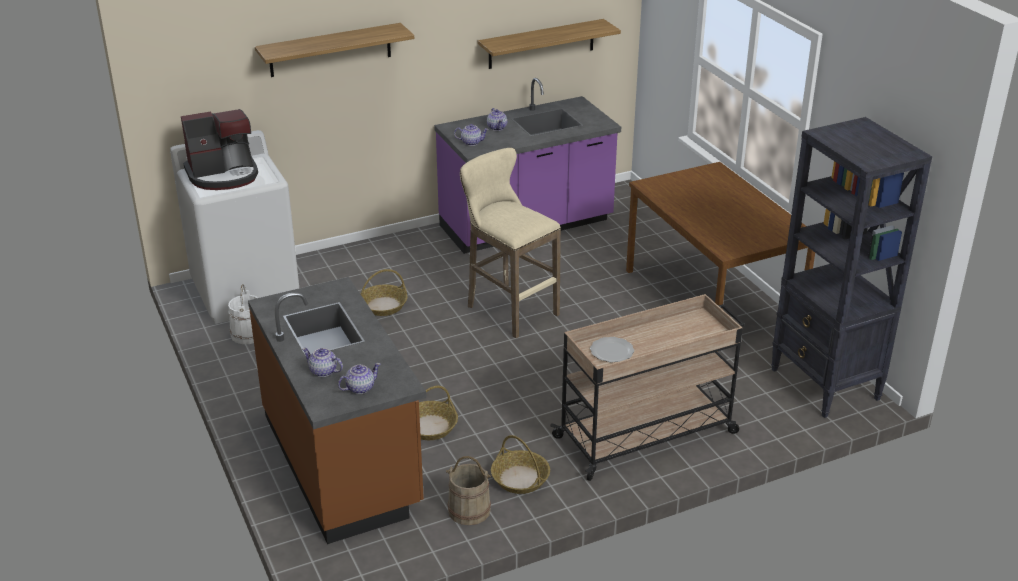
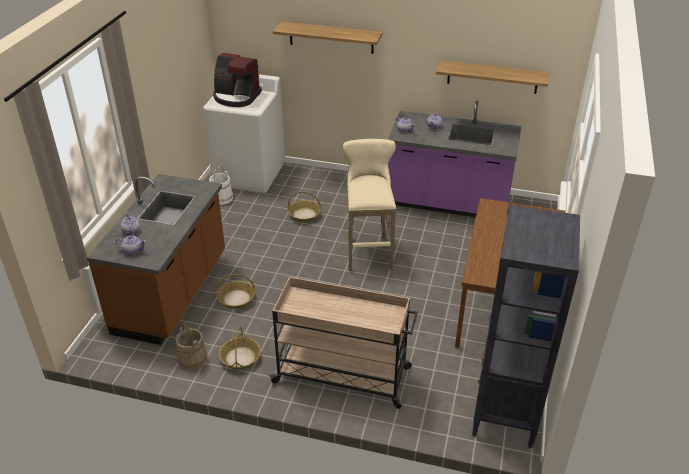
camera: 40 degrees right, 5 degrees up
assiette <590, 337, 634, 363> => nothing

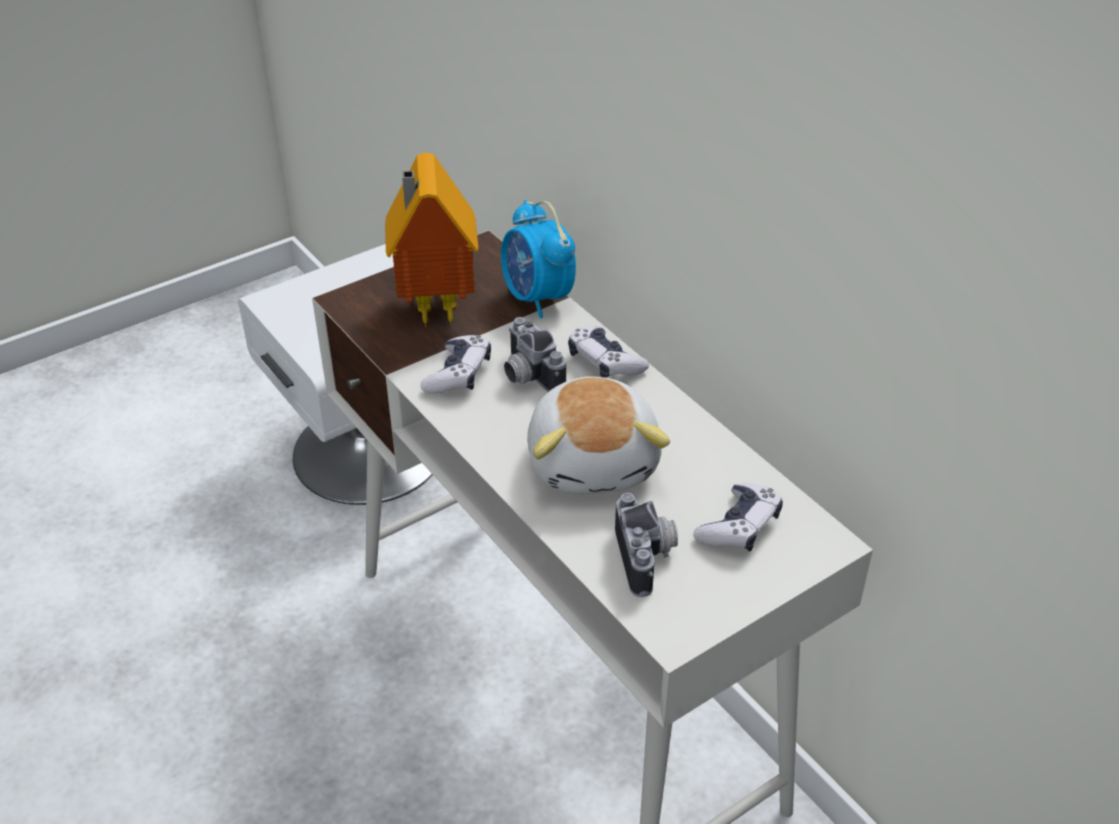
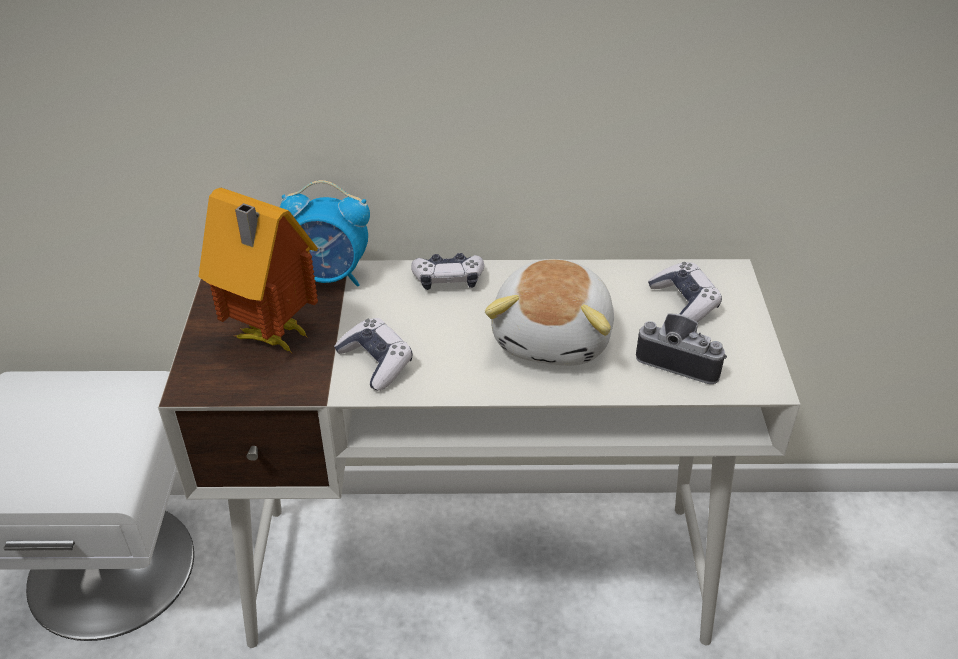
camera: 55 degrees left, 0 degrees up
appareil photo <504, 317, 566, 392> => nothing
peluche <527, 376, 670, 494> => peluche <485, 259, 614, 366>, 75 degrees clockwise

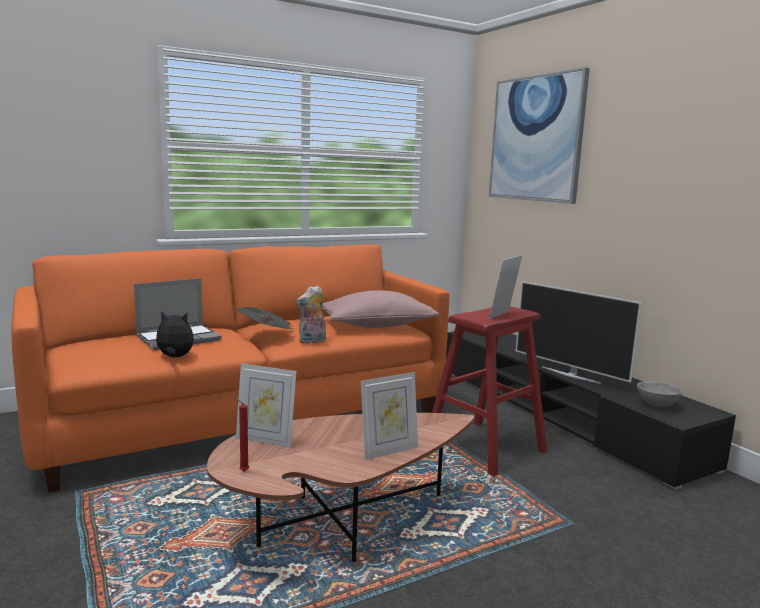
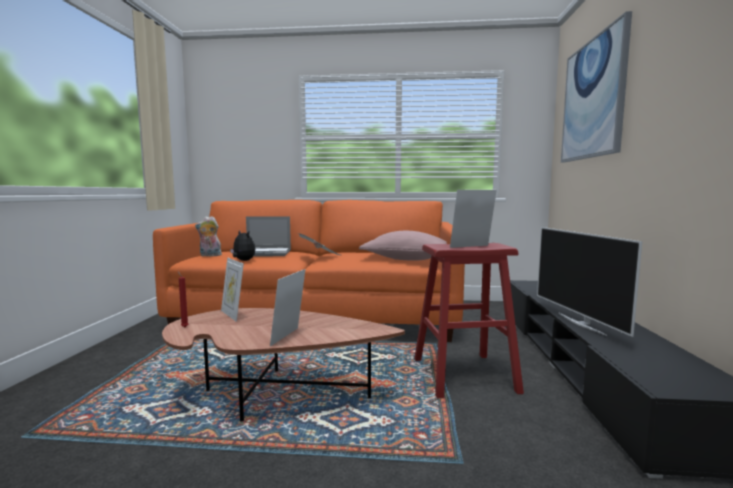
camera: 35 degrees right, 5 degrees down
peluche <296, 285, 326, 344> => peluche <195, 216, 222, 257>, moved
cadre photo <361, 372, 418, 460> => cadre photo <270, 269, 306, 346>, 105 degrees clockwise
bol/gris <637, 381, 682, 407> => nothing

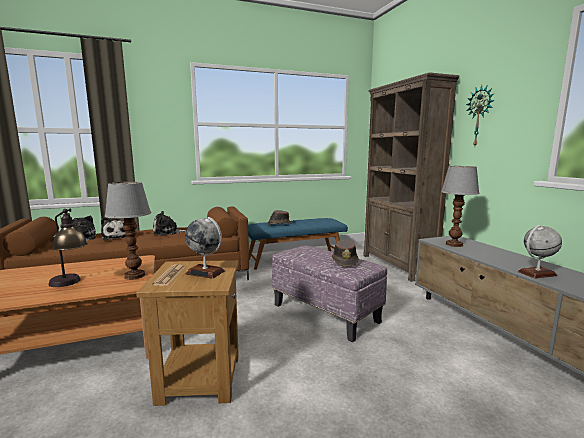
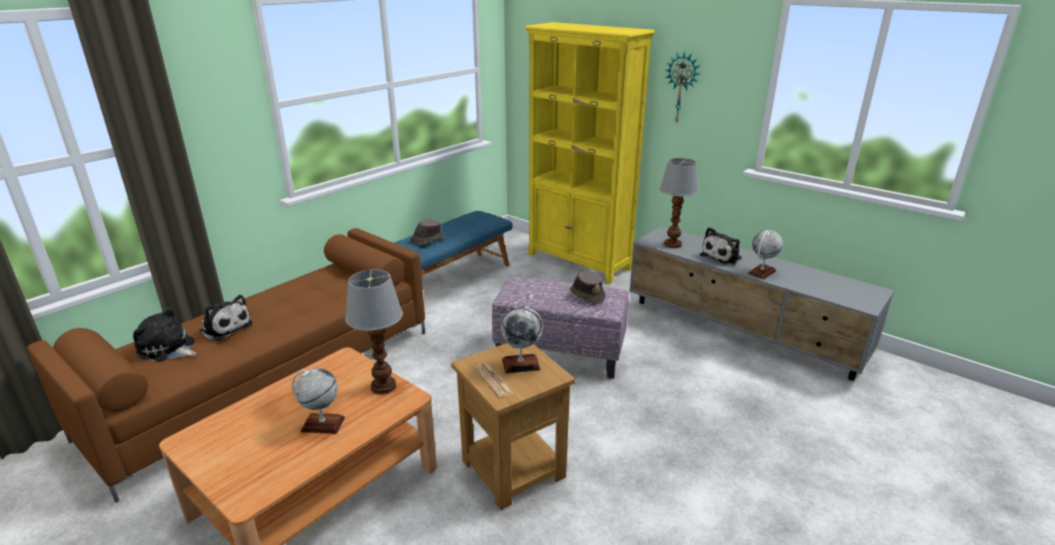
camera: 30 degrees left, 15 degrees up
lampe de table <49, 209, 88, 287> => globe <292, 368, 345, 434>
peluche <153, 211, 186, 235> => peluche <700, 227, 742, 265>, moved
bibliothèque/marron <363, 72, 460, 282> => bibliothèque/jaune <525, 22, 655, 283>

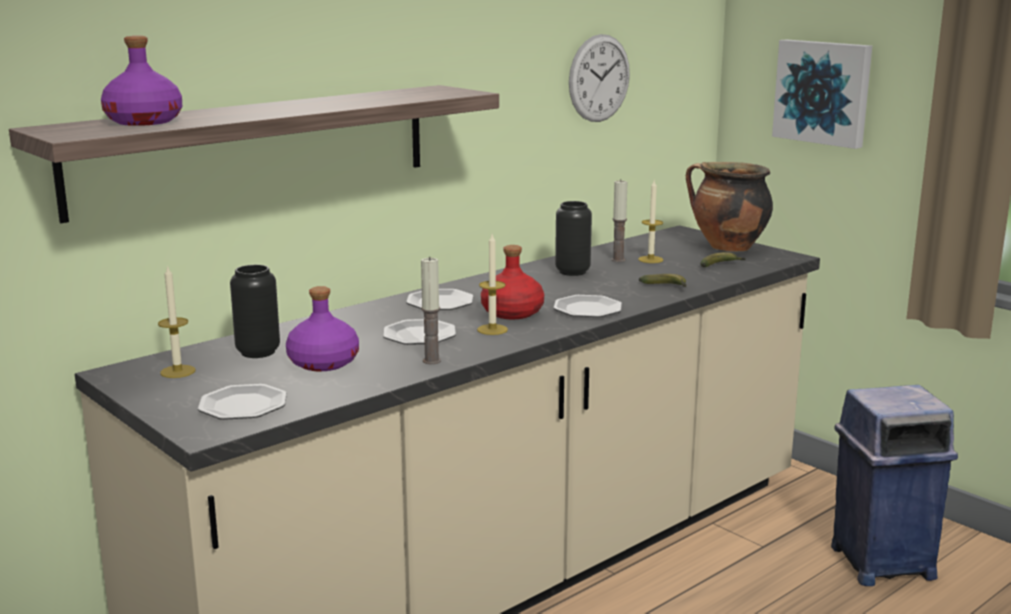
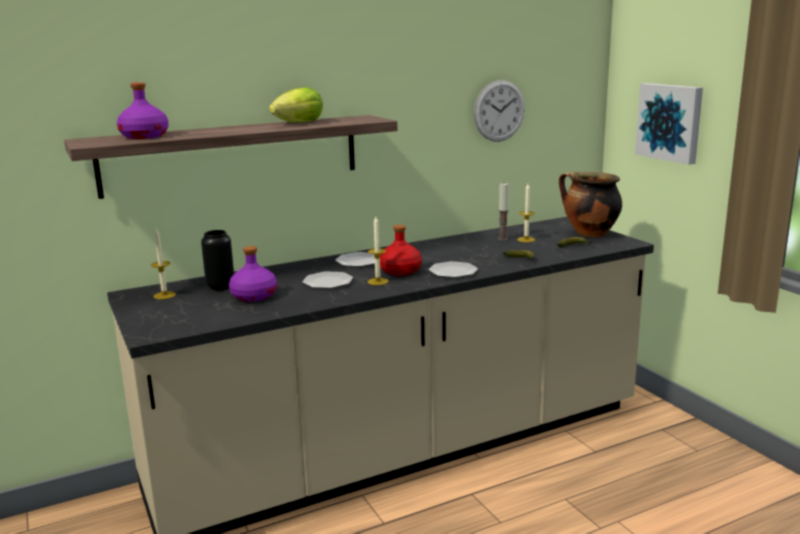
camera: 15 degrees right, 0 degrees up
assiette <198, 384, 287, 420> => nothing
bougie <421, 257, 441, 364> => nothing
vase/noir <555, 201, 592, 276> => nothing
poubelle/bleu <831, 385, 958, 586> => nothing
nothing => laitue <269, 87, 323, 122>

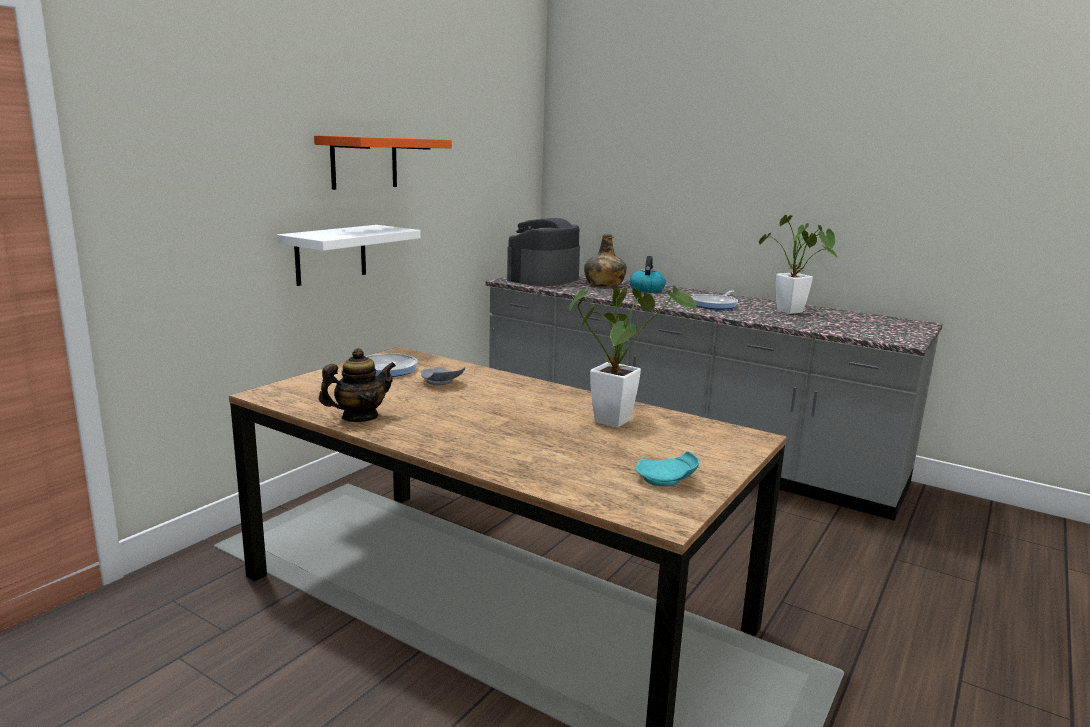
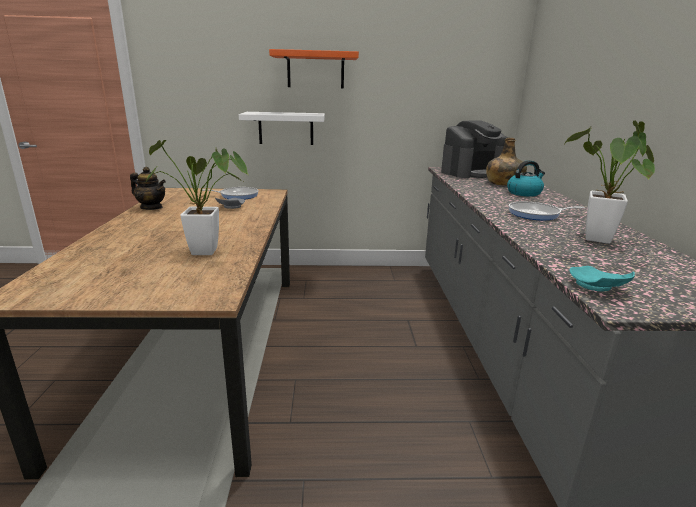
camera: 55 degrees right, 5 degrees up
machine à café <507, 218, 580, 286> => machine à café <441, 120, 509, 178>, 150 degrees clockwise
assiette/turquoise <635, 451, 699, 487> => assiette/turquoise <569, 266, 635, 291>, moved

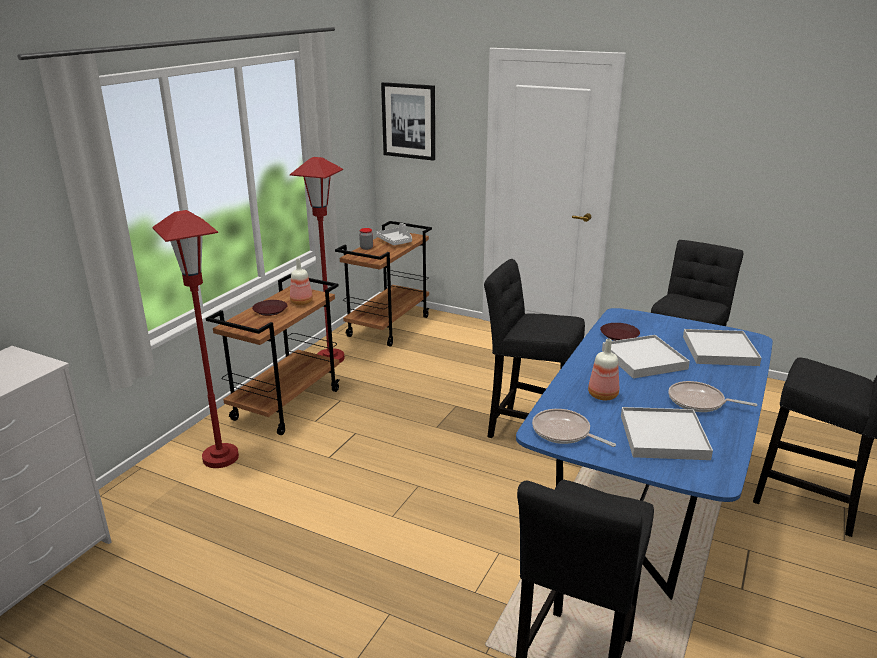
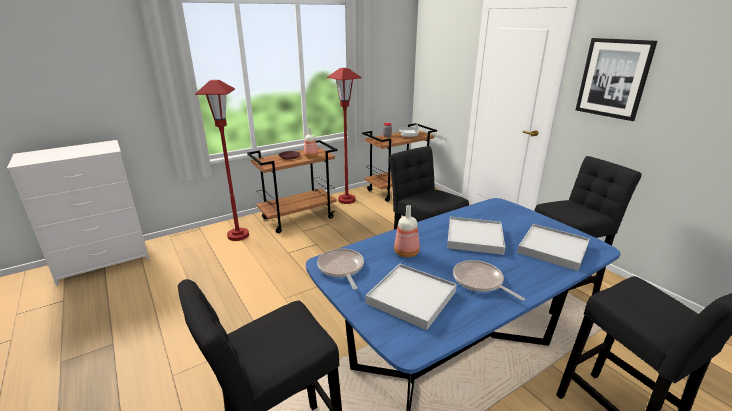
camera: 30 degrees right, 0 degrees up
tableau <381, 82, 435, 161> => tableau <576, 38, 657, 121>, moved
assiette/marron <600, 323, 640, 341> => nothing

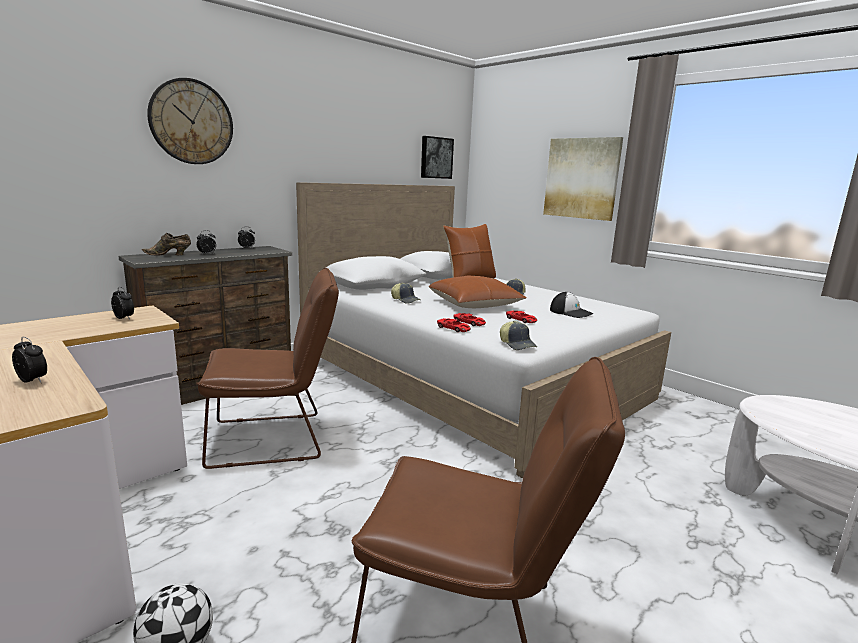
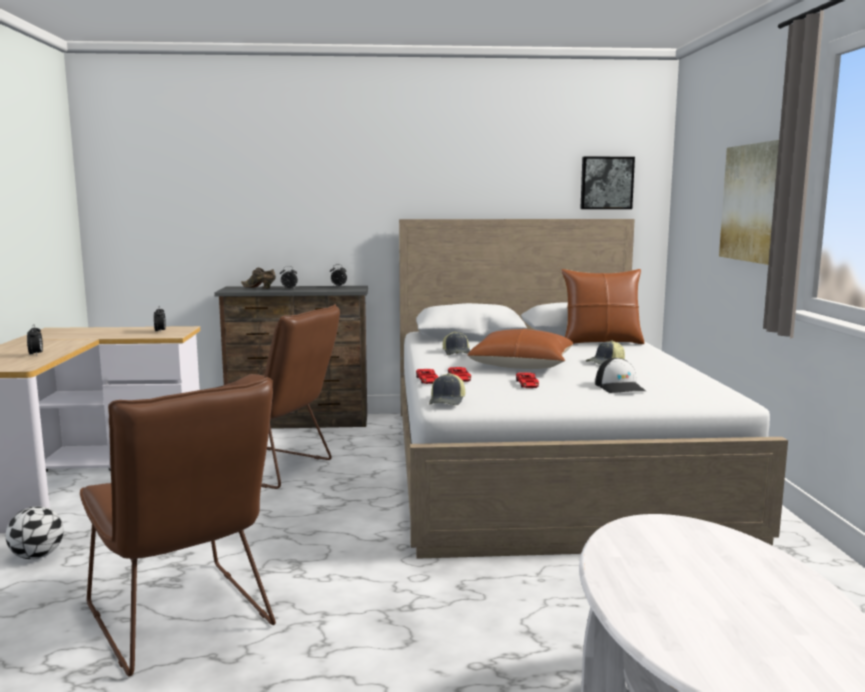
camera: 40 degrees right, 5 degrees down
horloge murale <147, 78, 233, 164> => nothing

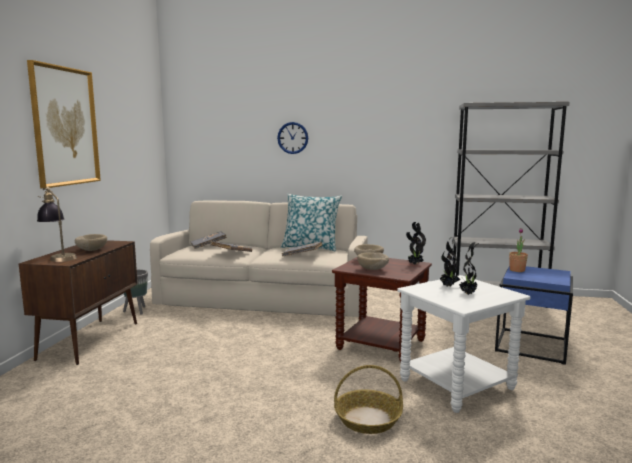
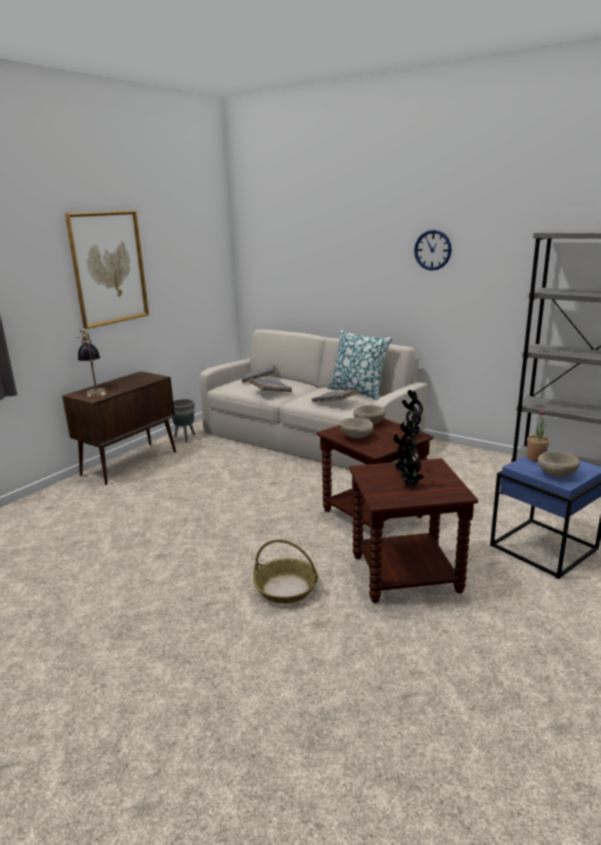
camera: 25 degrees right, 10 degrees up
bol/beige <75, 234, 107, 251> => bol/beige <538, 451, 580, 477>, moved
horloge murale <277, 122, 308, 154> => horloge murale <414, 230, 452, 270>, moved
table d'appoint/blanc <397, 275, 530, 413> => table d'appoint/marron <349, 458, 478, 603>

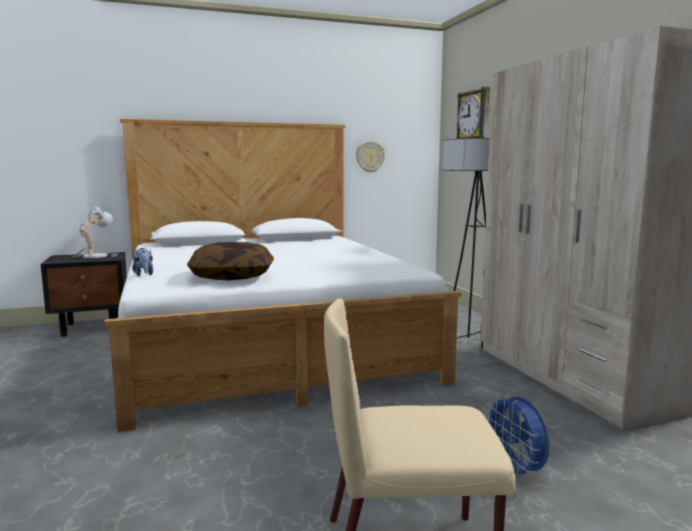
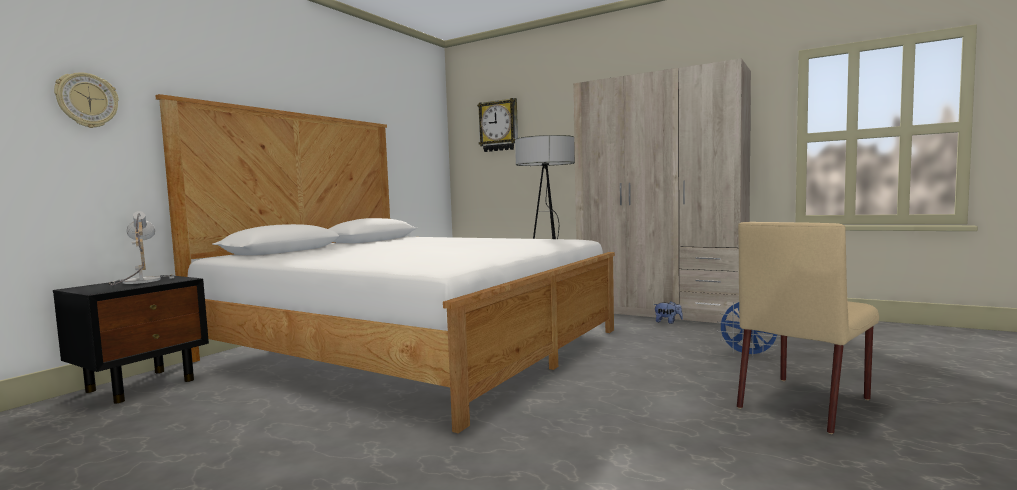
camera: 40 degrees left, 5 degrees down
peluche <132, 248, 153, 276> => peluche <653, 301, 683, 324>, moved
coussin <187, 242, 274, 280> => nothing
horloge murale <356, 141, 385, 173> => horloge murale <54, 72, 119, 128>, moved

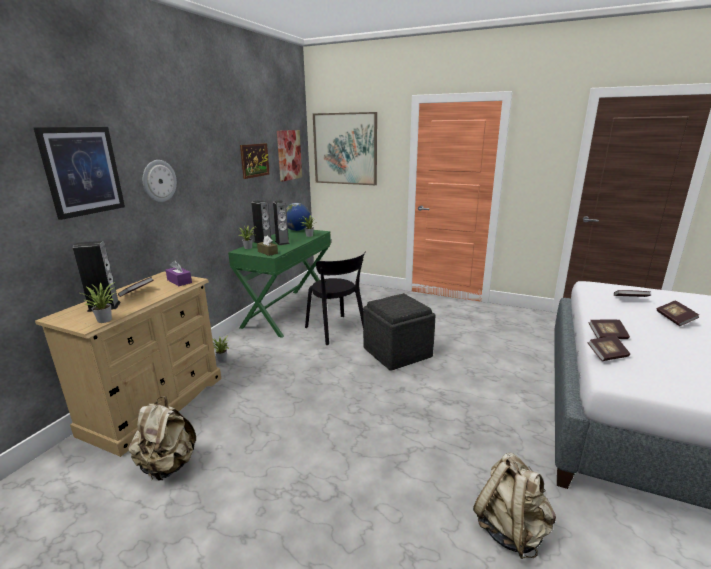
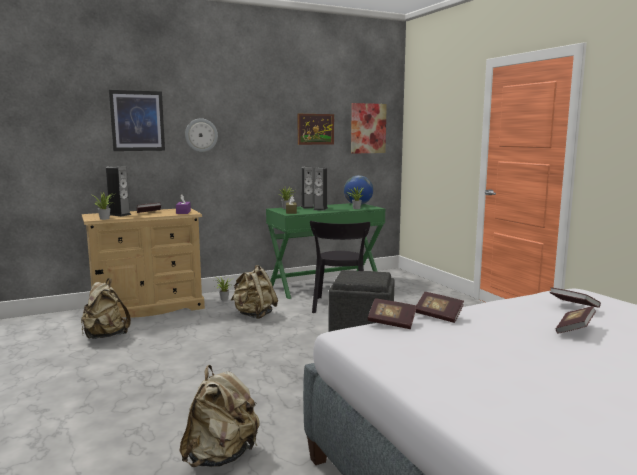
camera: 40 degrees right, 10 degrees down
tableau <313, 112, 377, 185> => nothing
nothing => sac à dos/beige <231, 265, 278, 319>

